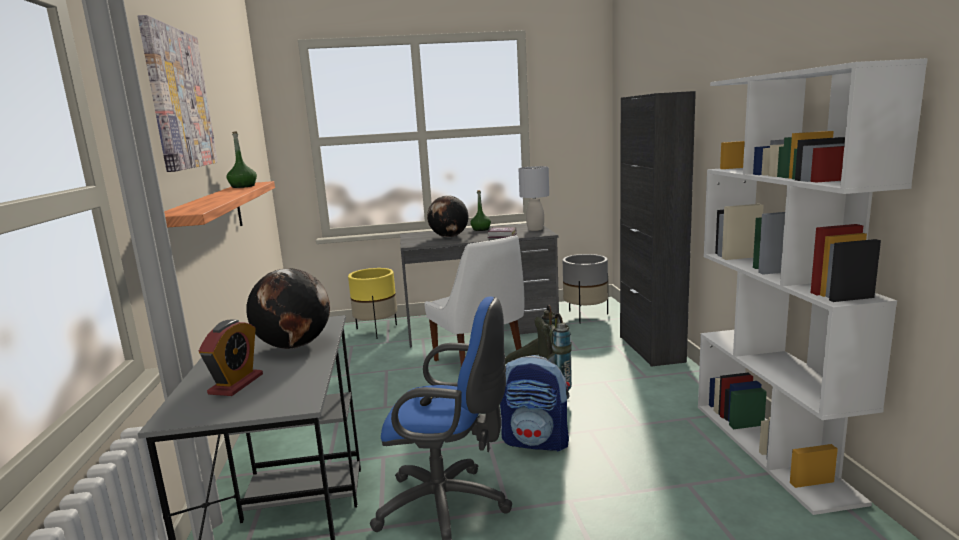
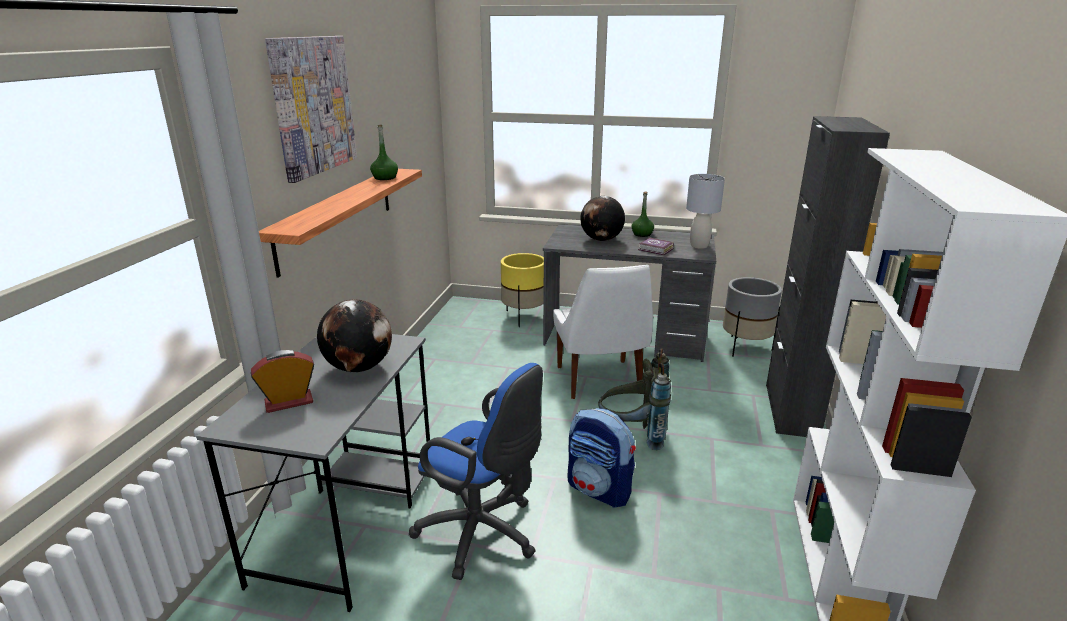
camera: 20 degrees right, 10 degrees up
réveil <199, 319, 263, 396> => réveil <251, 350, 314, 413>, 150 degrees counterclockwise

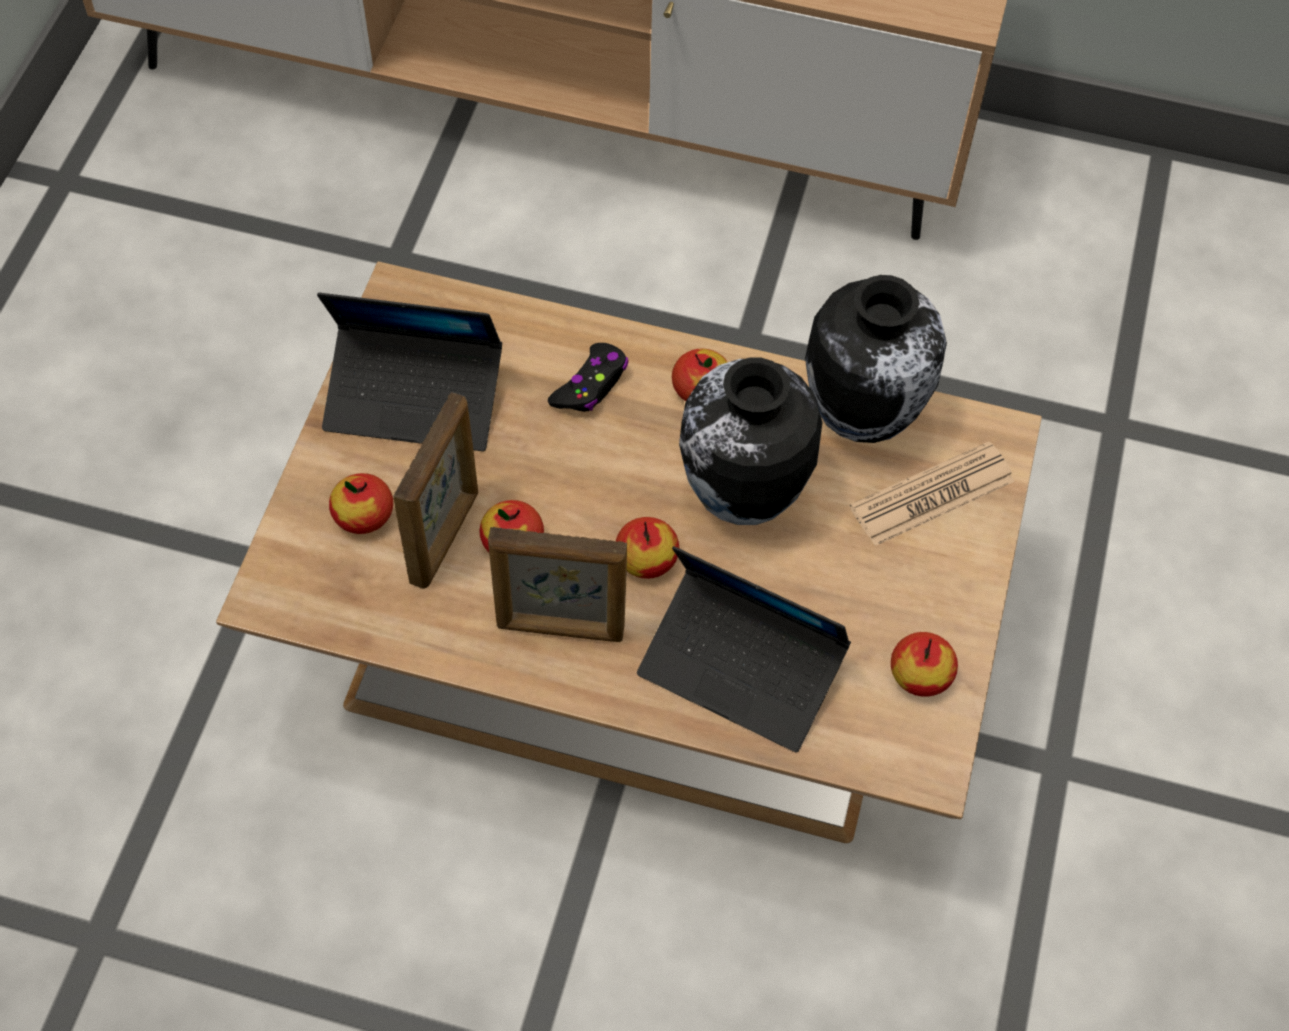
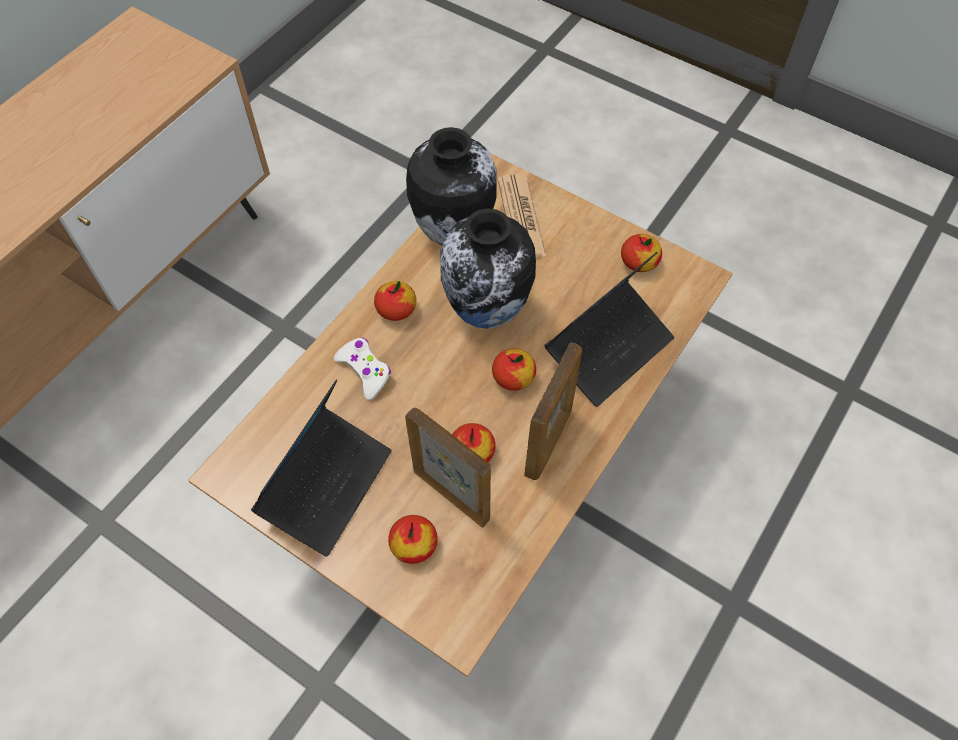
camera: 70 degrees left, 0 degrees up
manette/noir <548, 343, 629, 412> => manette/blanc <334, 338, 391, 400>

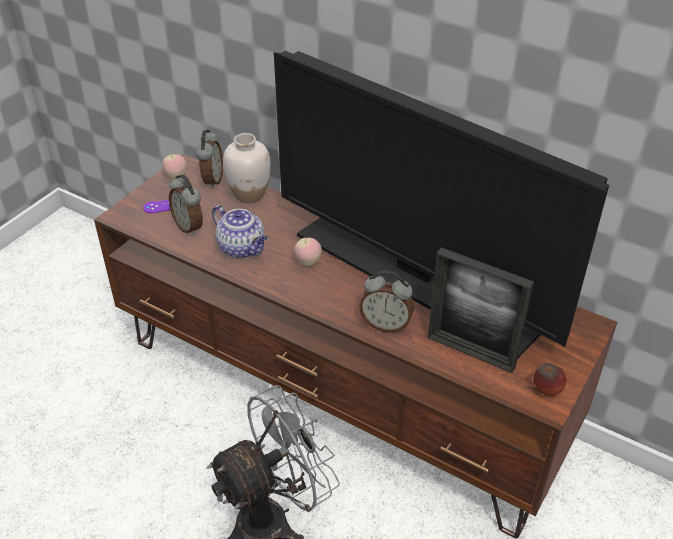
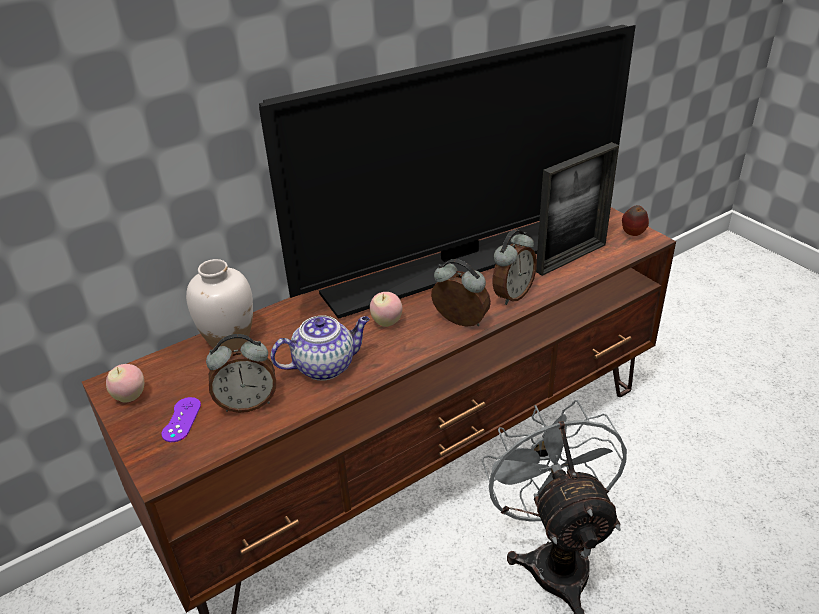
camera: 65 degrees left, 5 degrees down
réveil <196, 130, 223, 189> => réveil <431, 259, 491, 327>, moved

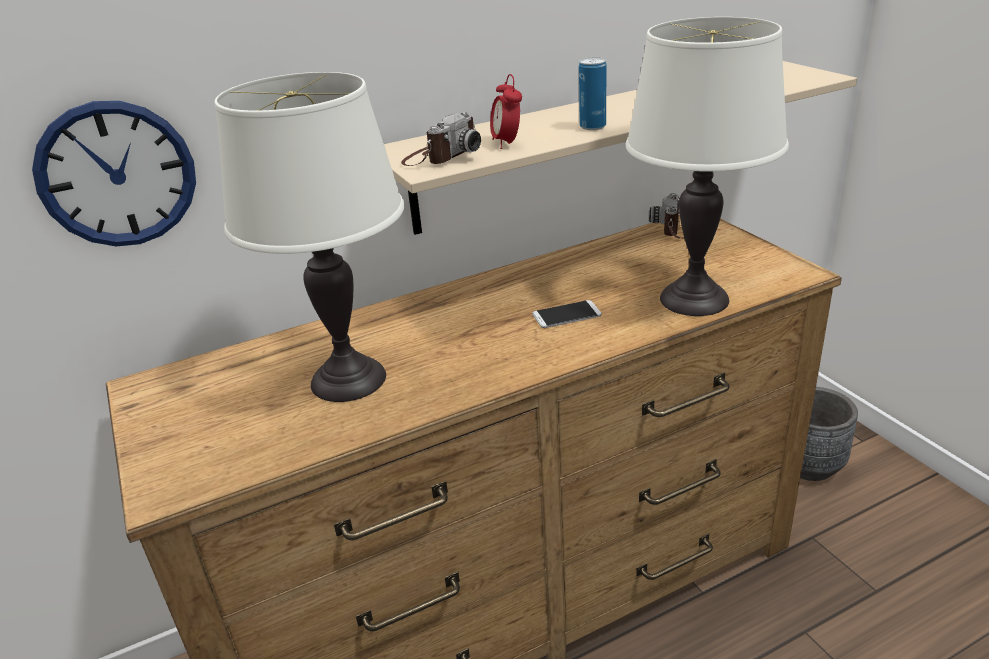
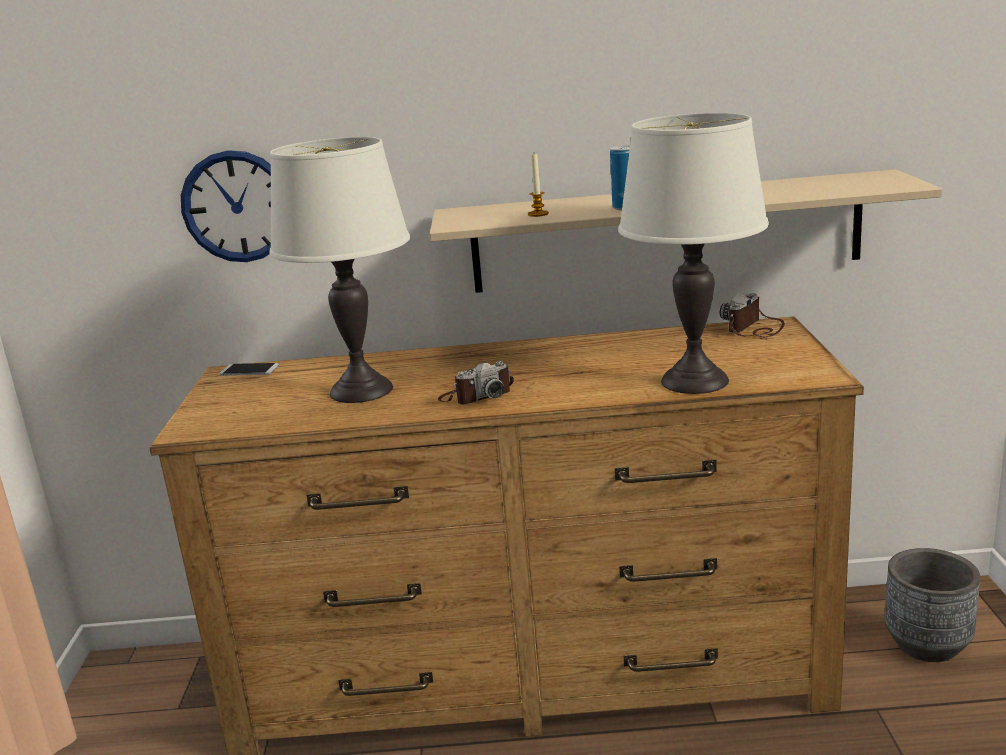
camera: 25 degrees right, 10 degrees down
appareil photo <401, 112, 481, 166> => appareil photo <438, 361, 514, 404>, moved
réveil <490, 74, 522, 149> => bougie <528, 154, 549, 217>
téléphone <532, 300, 602, 328> => téléphone <219, 363, 279, 376>, moved

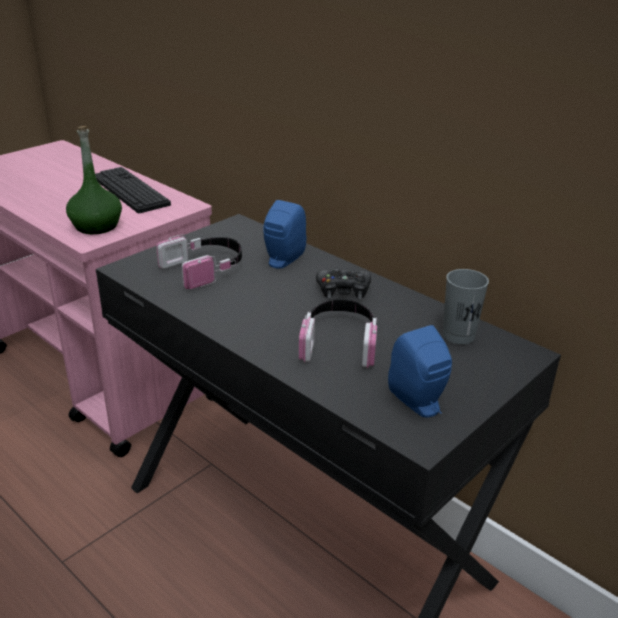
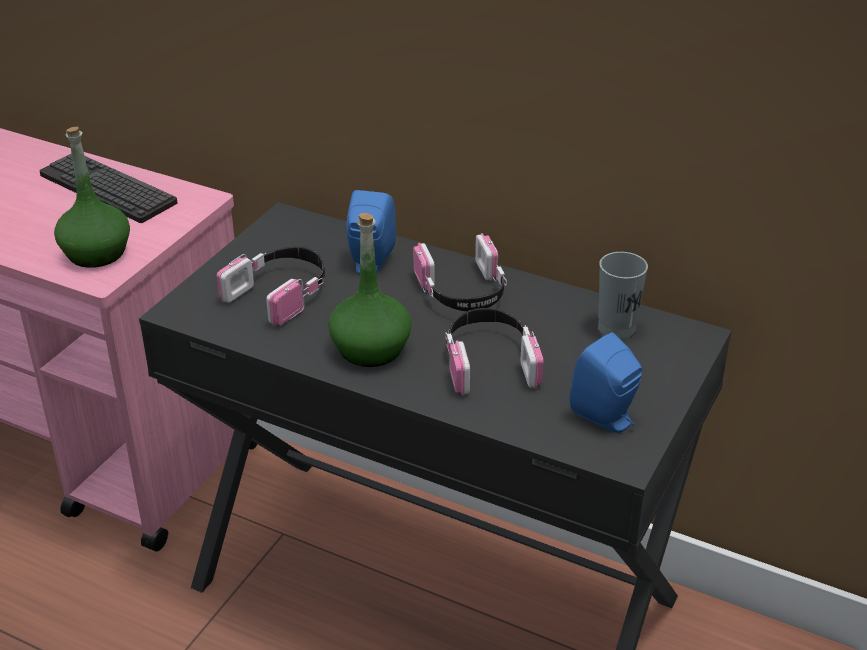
camera: 15 degrees left, 5 degrees up
manette/noir <316, 268, 371, 299> => casque audio <413, 233, 507, 311>
nothing => bouteille/vert <329, 213, 412, 367>

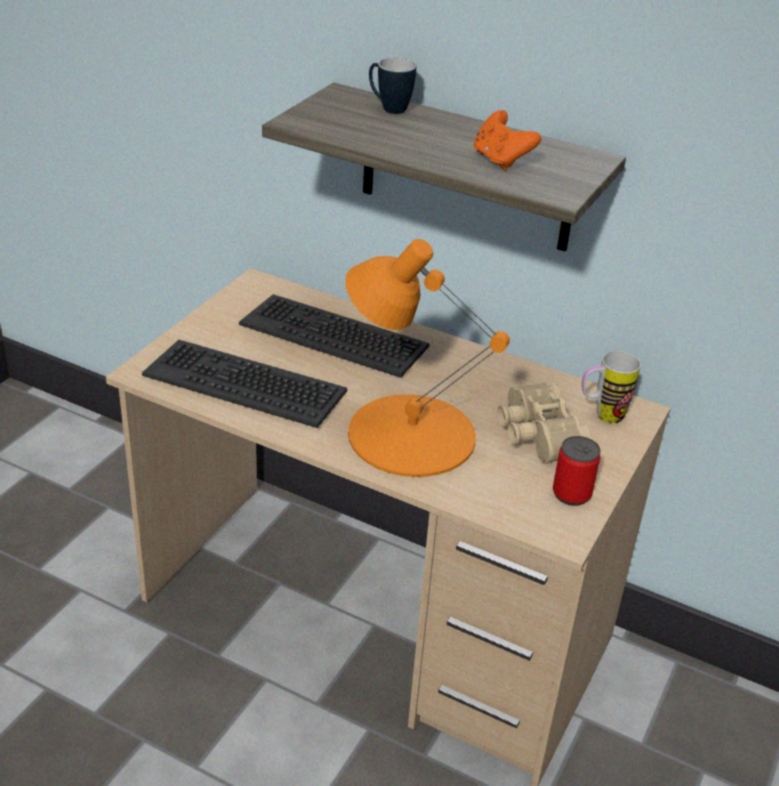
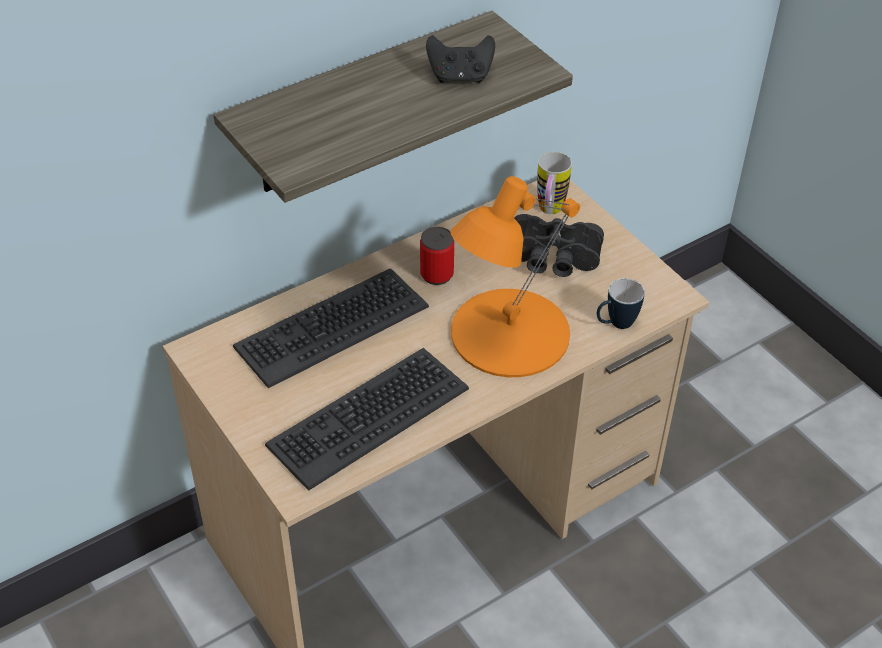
camera: 60 degrees left, 10 degrees up
mug <369, 57, 416, 114> => mug <597, 278, 645, 329>, moved
manette/orange <474, 110, 541, 171> => manette/noir <426, 35, 495, 83>
jumelles/beige <497, 381, 592, 464> => jumelles/noir <514, 214, 604, 277>
boîte métallique <553, 436, 601, 506> => boîte métallique <420, 227, 454, 285>, moved

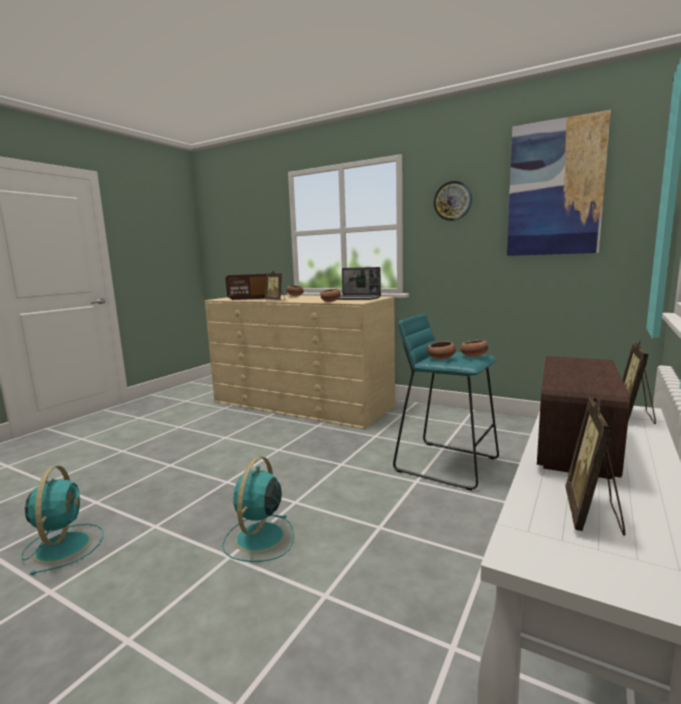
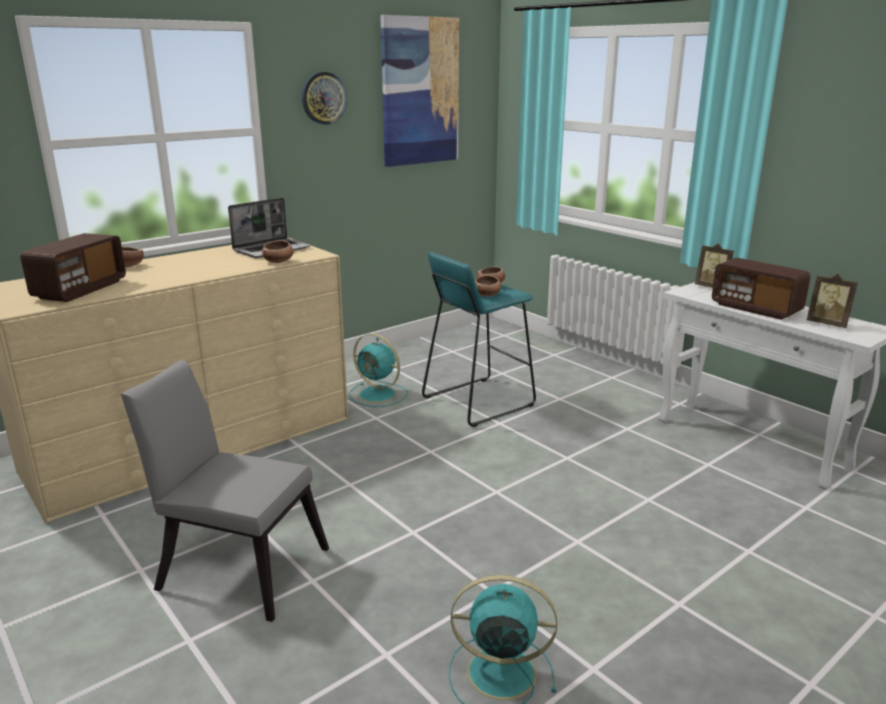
camera: 70 degrees left, 10 degrees up
ventilateur/turquoise <222, 457, 294, 562> => ventilateur/turquoise <349, 333, 408, 407>, moved
cadre photo <265, 270, 285, 300> => nothing
nothing => chaise/gris <121, 360, 329, 622>

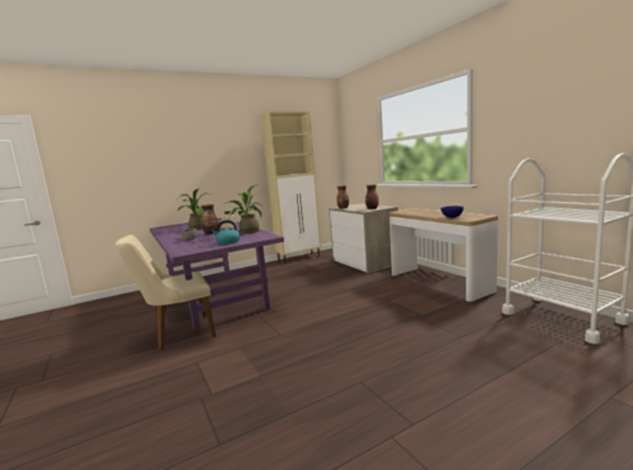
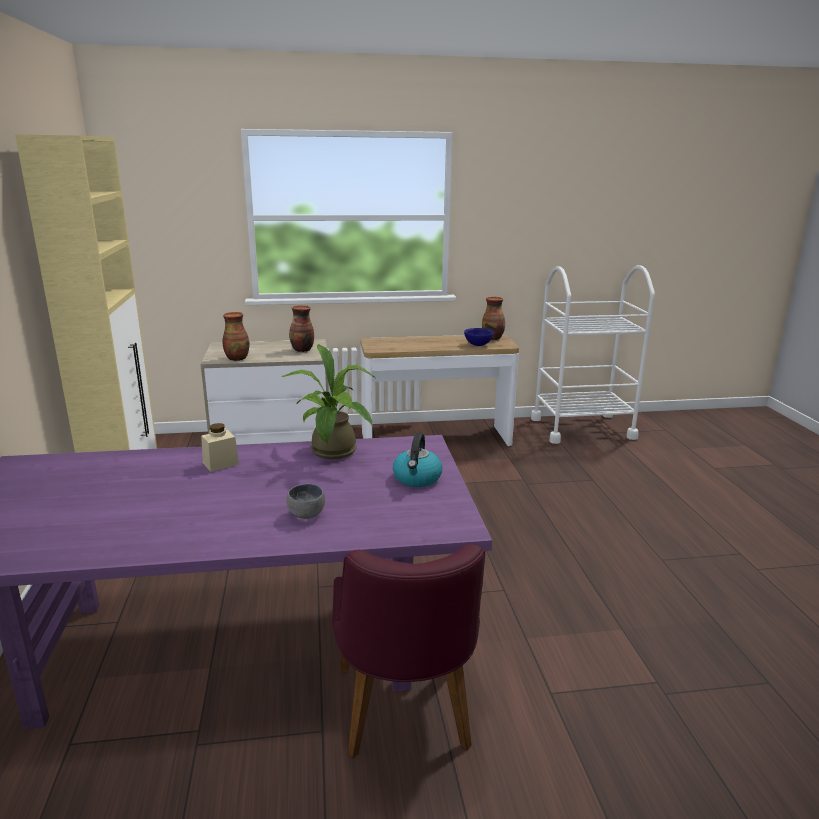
camera: 70 degrees left, 10 degrees up
chaise/beige <115, 235, 216, 350> => chaise/violet <332, 544, 485, 758>
plante en pot <177, 188, 213, 230> => nothing
vase <201, 204, 218, 234> => vase <482, 297, 505, 340>, moved

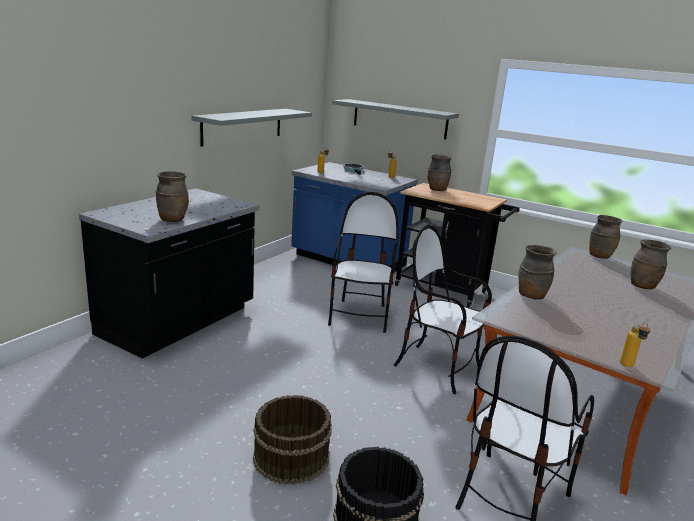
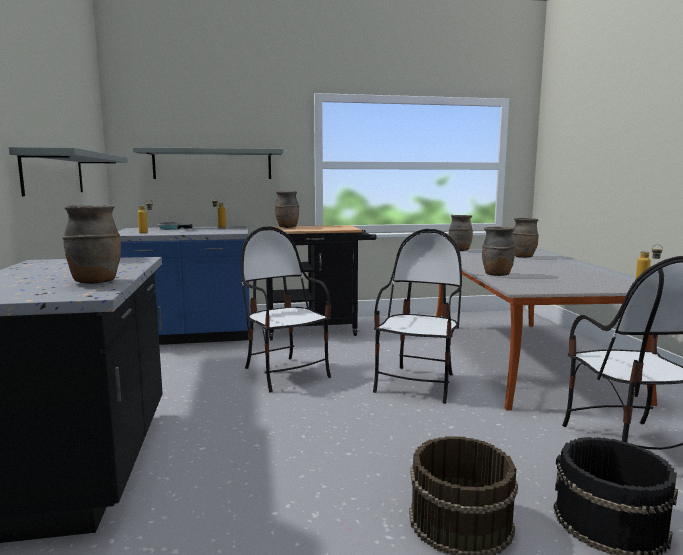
camera: 40 degrees left, 10 degrees down
chaise <394, 225, 492, 394> => chaise <373, 229, 462, 404>, 120 degrees clockwise

